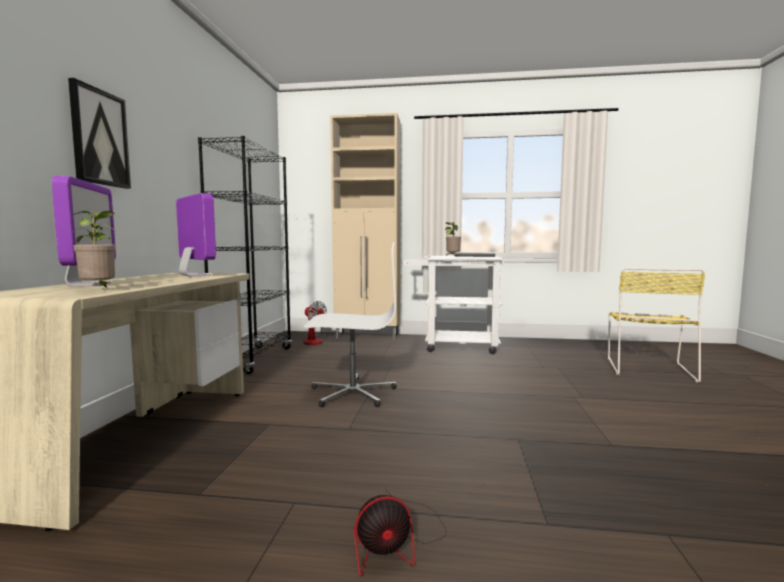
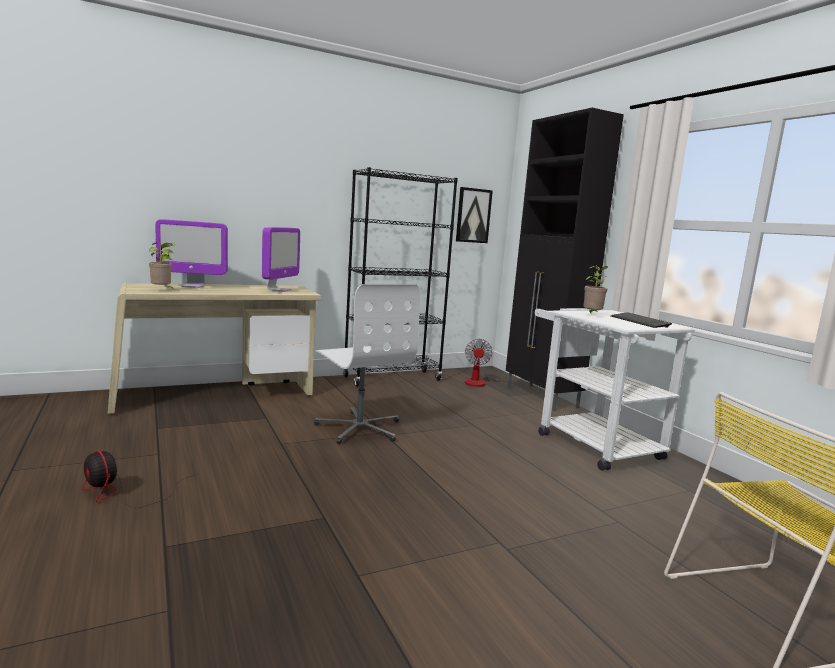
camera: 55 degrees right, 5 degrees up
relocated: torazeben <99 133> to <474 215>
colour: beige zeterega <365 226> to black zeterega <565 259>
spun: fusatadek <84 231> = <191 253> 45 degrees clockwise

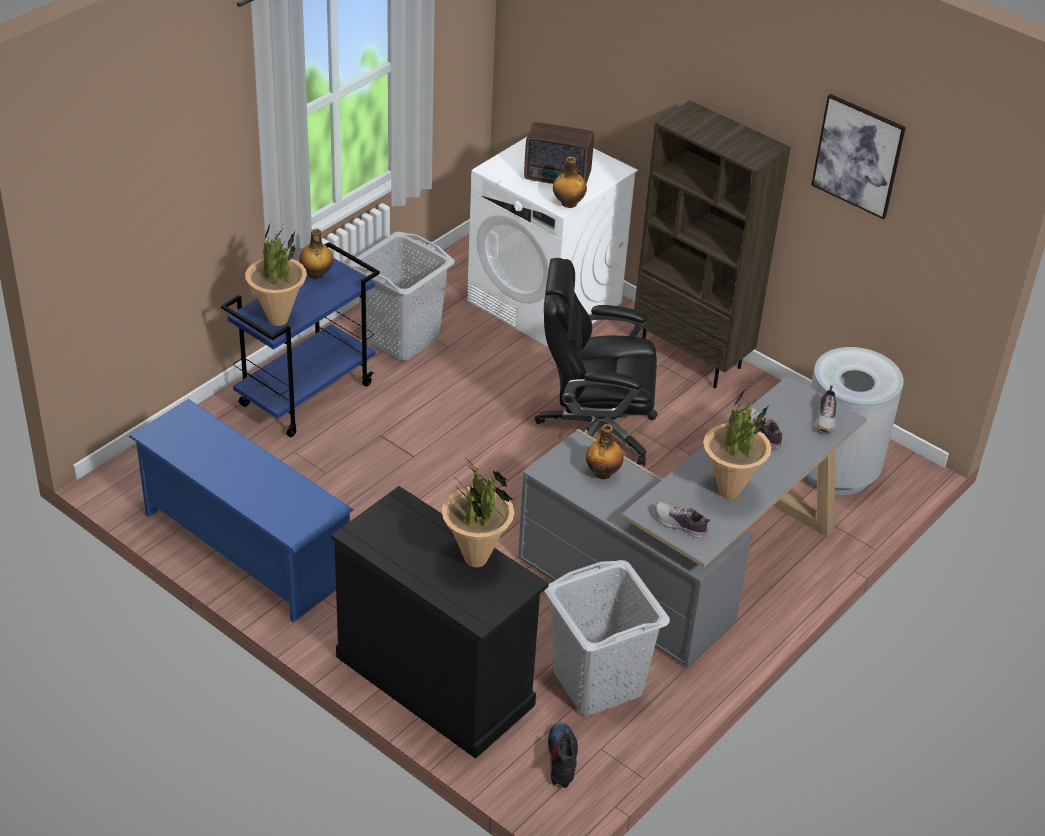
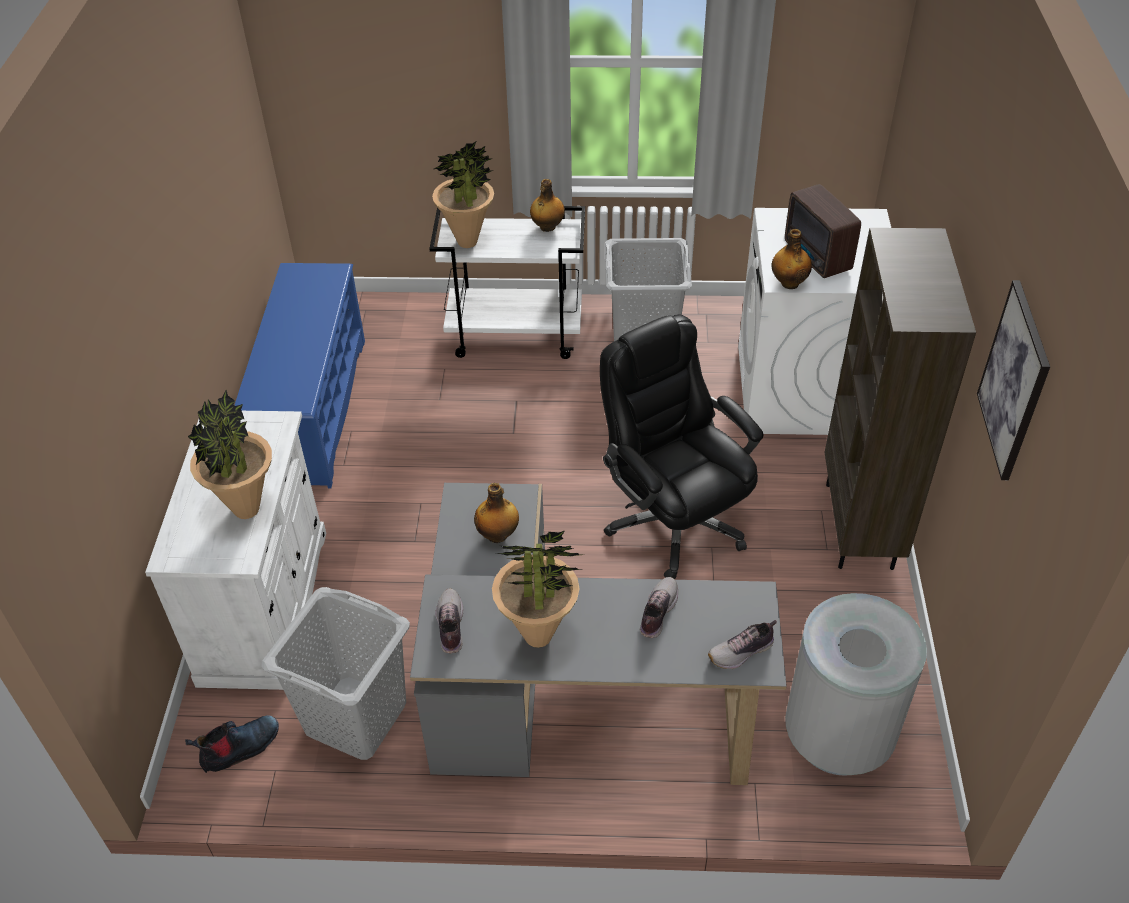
camera: 55 degrees right, 5 degrees up
colour: black zeterega <440 622> to white zeterega <235 550>; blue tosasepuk <300 339> to white tosasepuk <507 282>

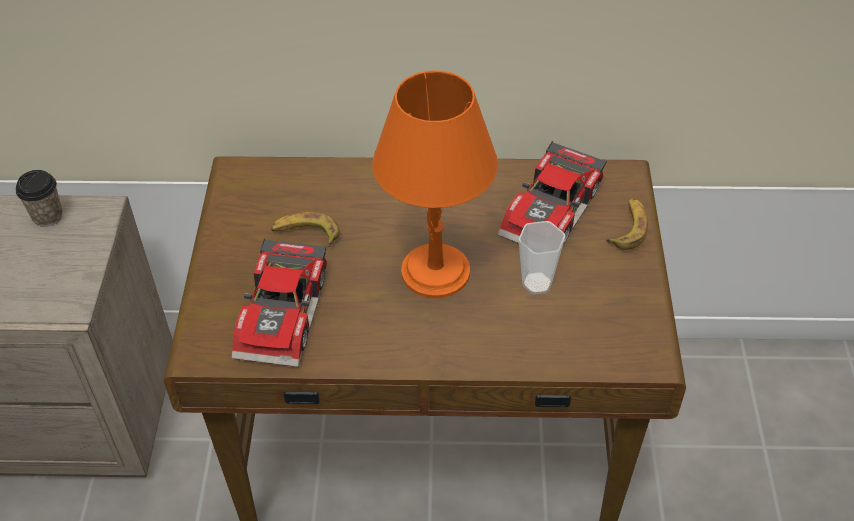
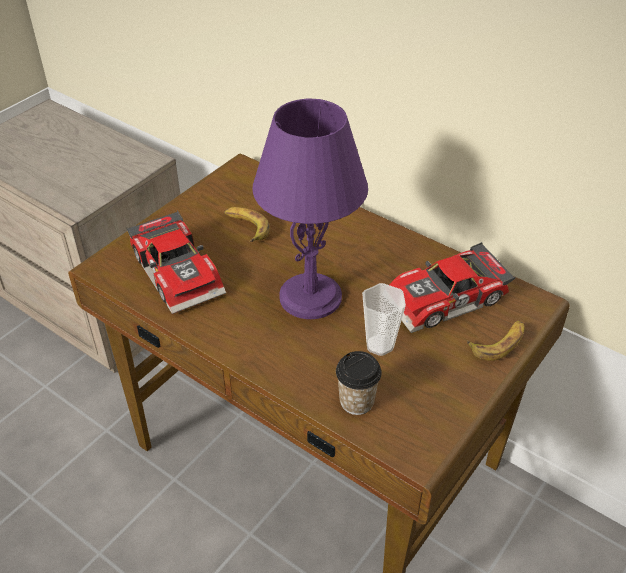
camera: 35 degrees right, 5 degrees down
relocated: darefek <39 198> to <359 383>
colour: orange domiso <435 184> to purple domiso <310 209>
spun: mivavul <279 303> = <176 262> 75 degrees counterclockwise

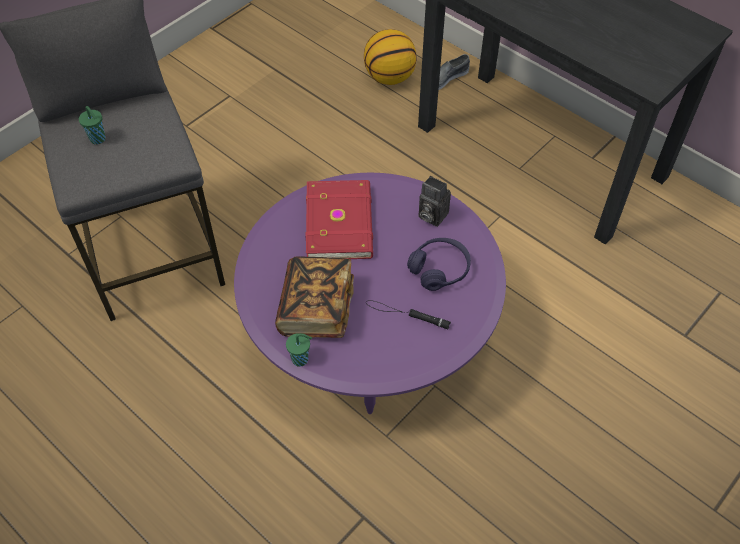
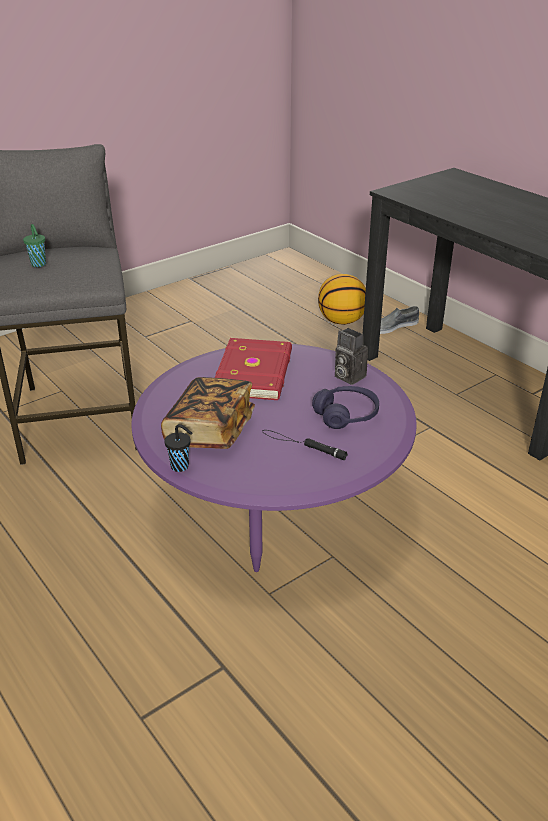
camera: 10 degrees right, 20 degrees down
colour: green darefek <299 350> to black darefek <178 448>

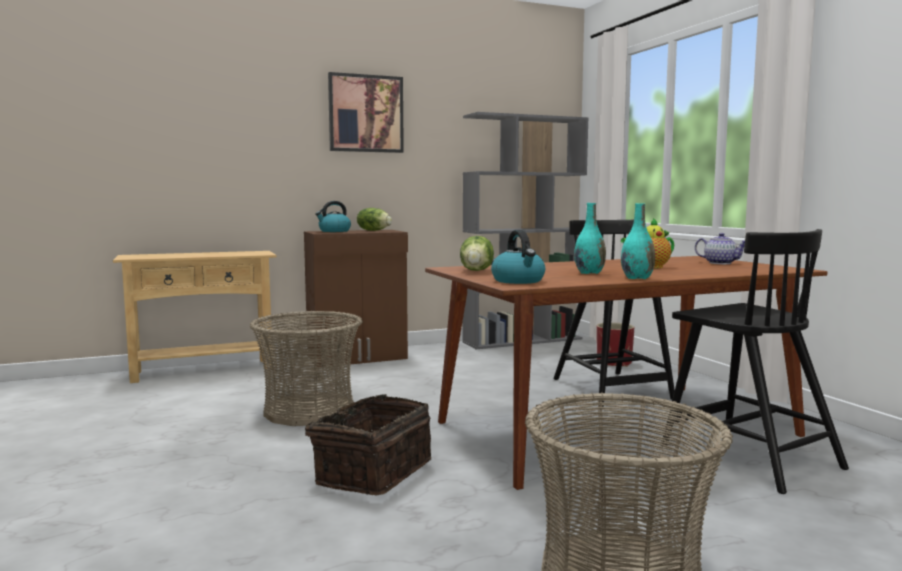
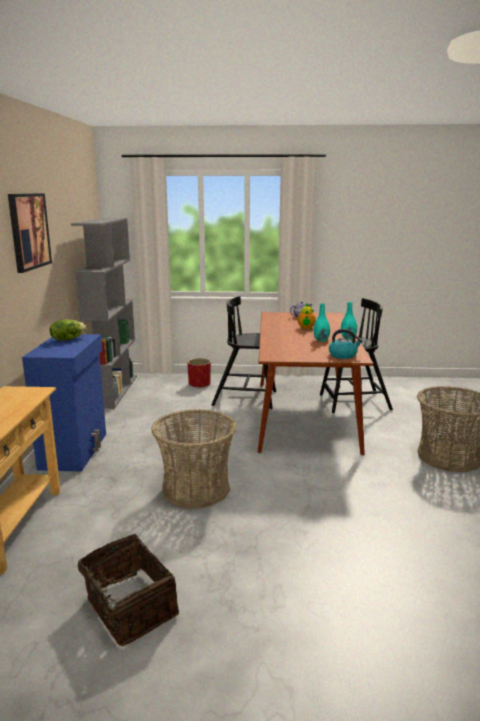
camera: 65 degrees left, 10 degrees up
missing: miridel <333 216>; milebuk <477 253>
relocated: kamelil <363 445> to <128 590>
colour: brown zeterega <356 298> to blue zeterega <64 403>

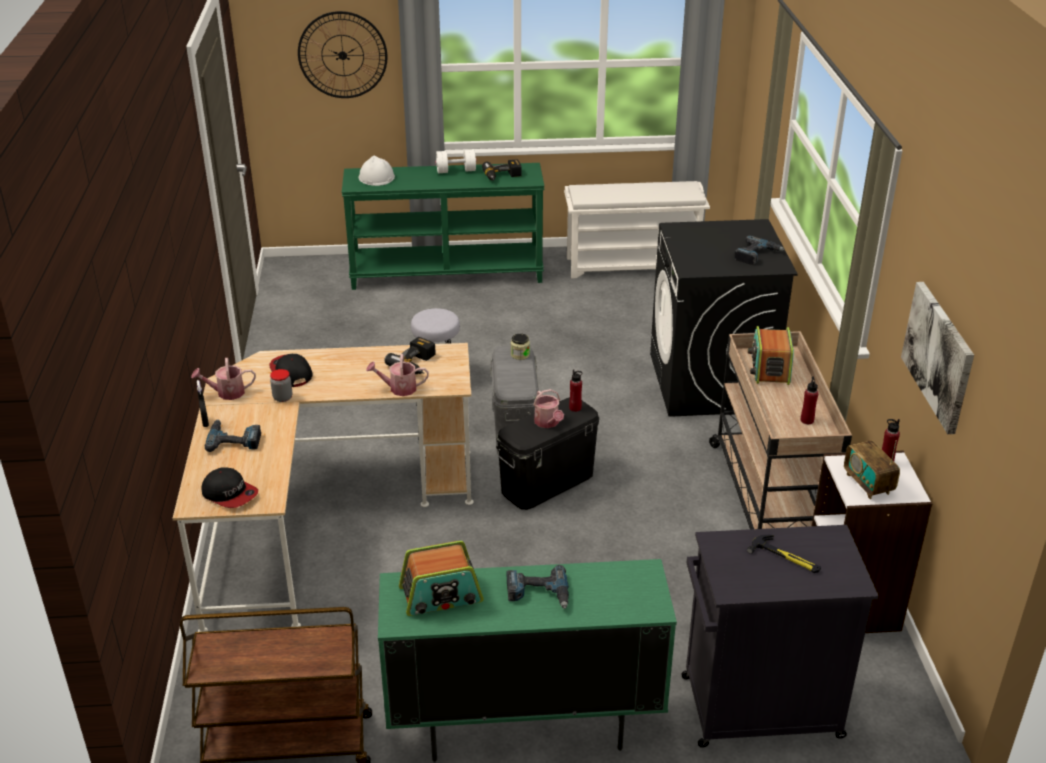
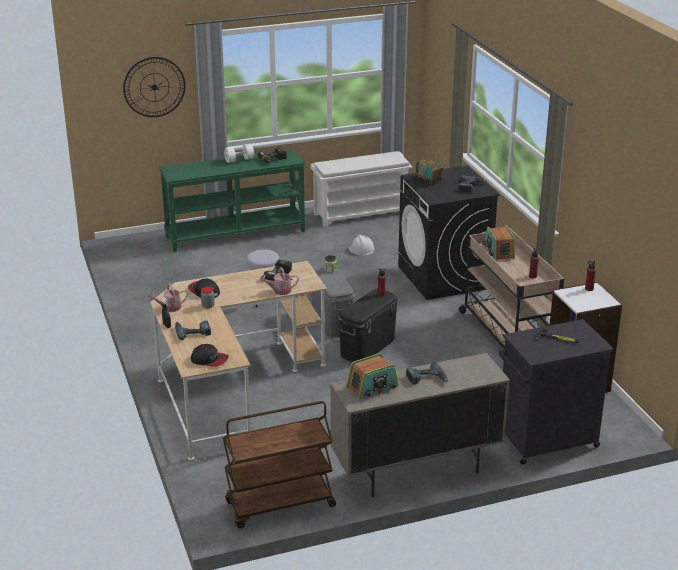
camera: 15 degrees left, 5 degrees down
missing: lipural <548 408>; torazeben <937 358>
relocated: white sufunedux <376 171> to <362 245>; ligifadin <872 469> to <429 172>
colour: green zeterega <527 660> to beige zeterega <420 425>

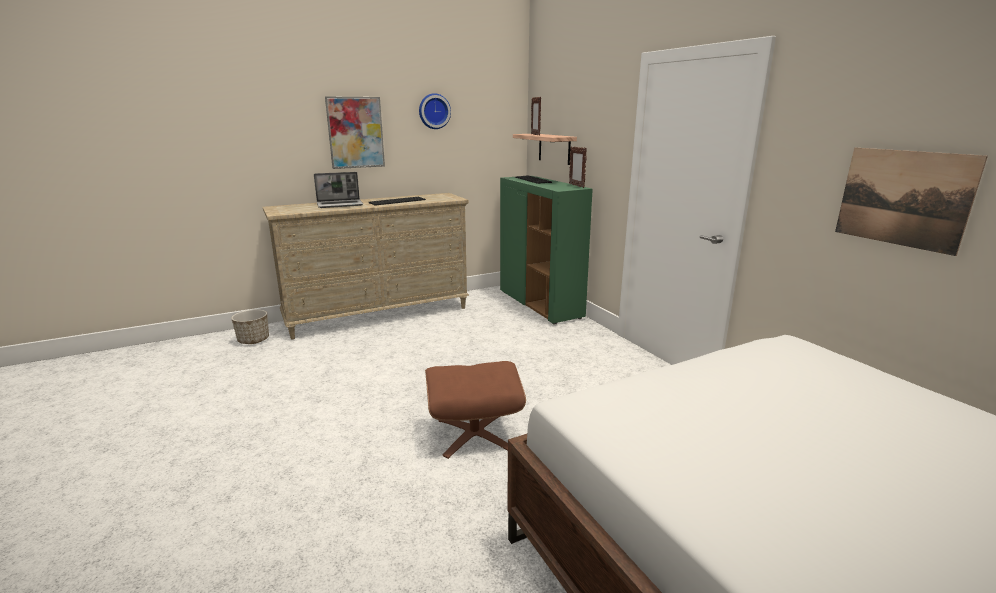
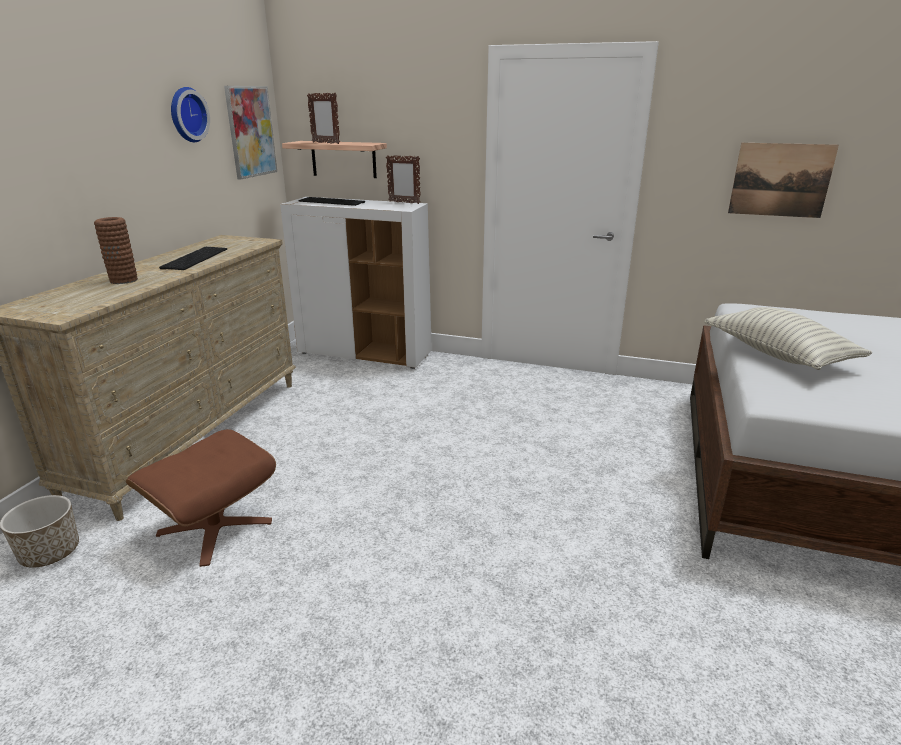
camera: 45 degrees left, 5 degrees up
appeared: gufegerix <788 338>
relocated: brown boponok <475 410> to <201 498>; torazeben <355 132> to <250 133>
exchanged: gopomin <338 190> to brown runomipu <116 250>
colour: green zeterega <546 250> to white zeterega <356 283>

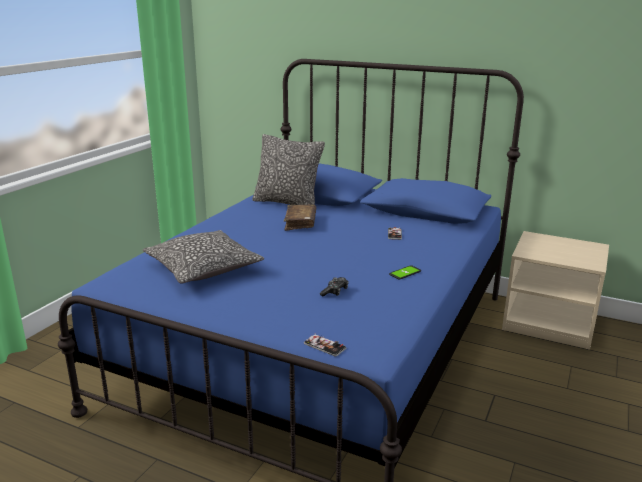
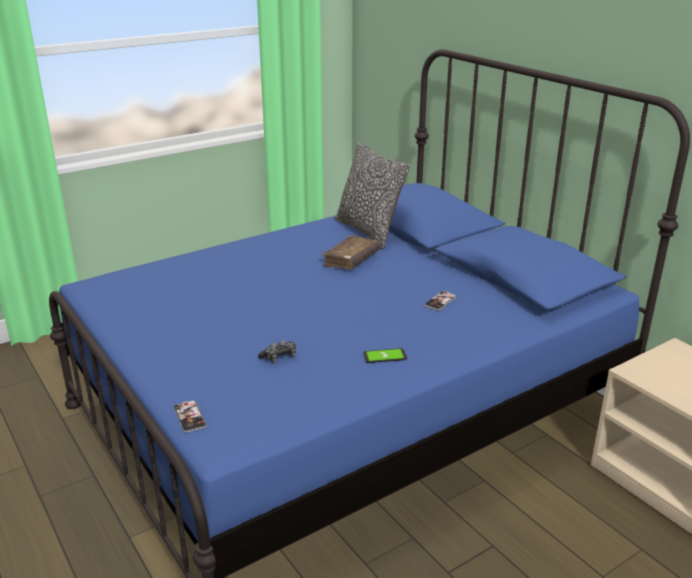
camera: 30 degrees right, 5 degrees up
missing: gufegerix <203 257>

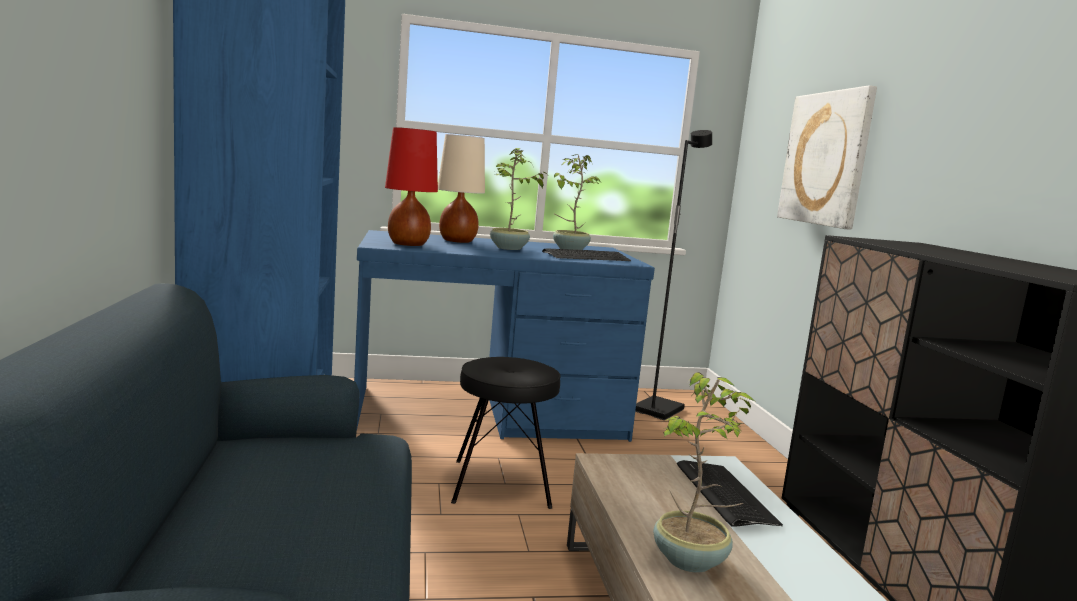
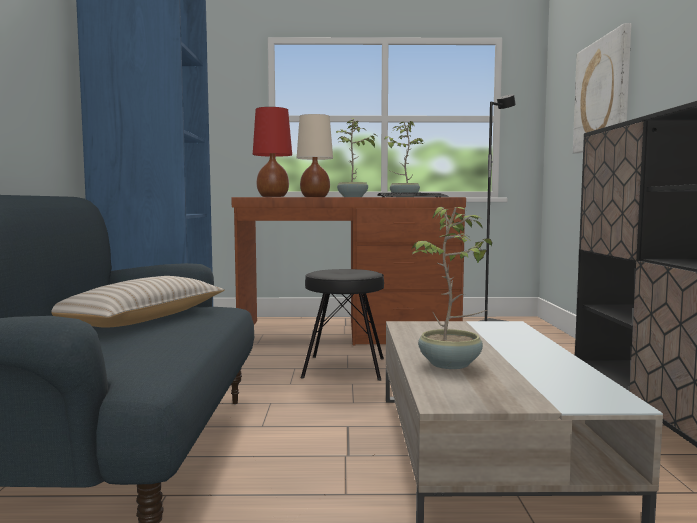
camera: 10 degrees right, 5 degrees down
missing: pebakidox <730 493>
appeared: beige gufegerix <138 302>
colour: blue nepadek <504 336> to brown nepadek <348 271>

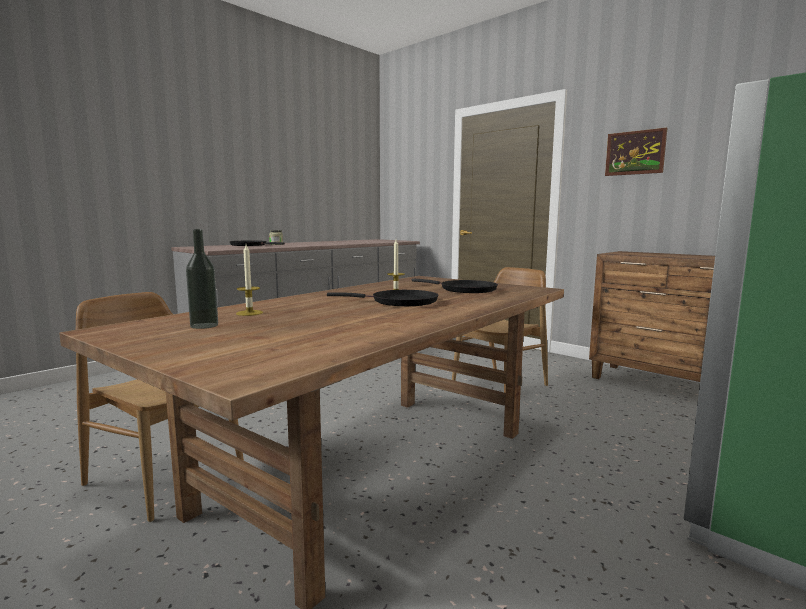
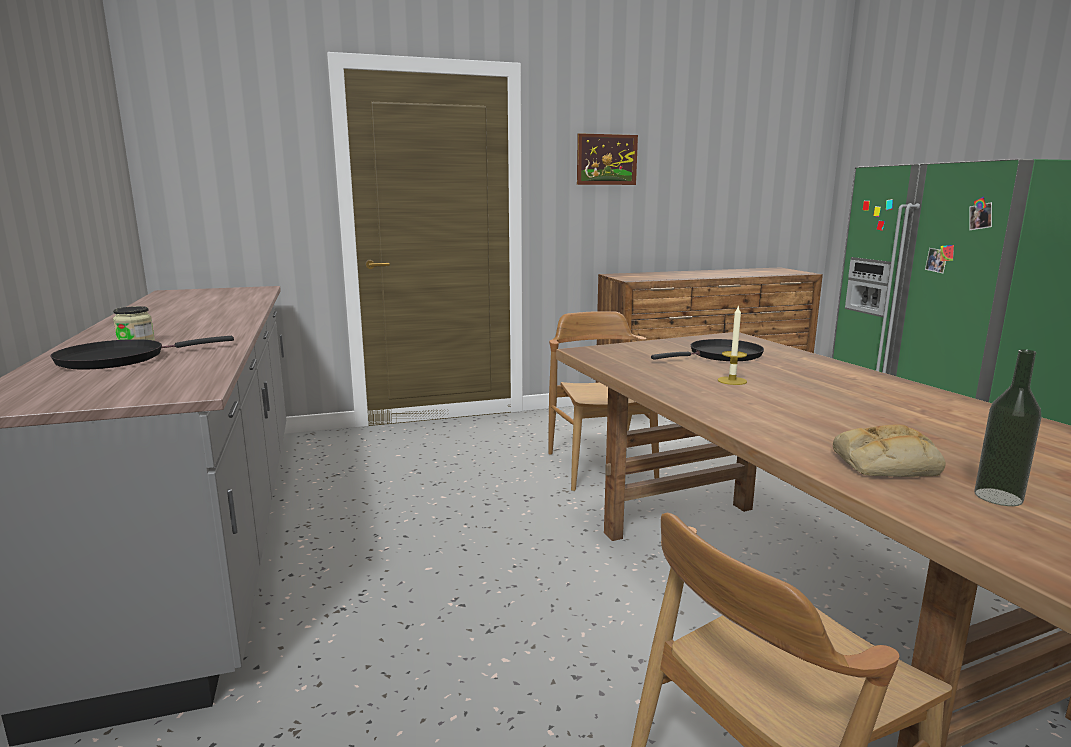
camera: 60 degrees left, 5 degrees up
missing: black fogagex <382 298>
exchanged: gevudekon <249 280> to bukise <889 450>

